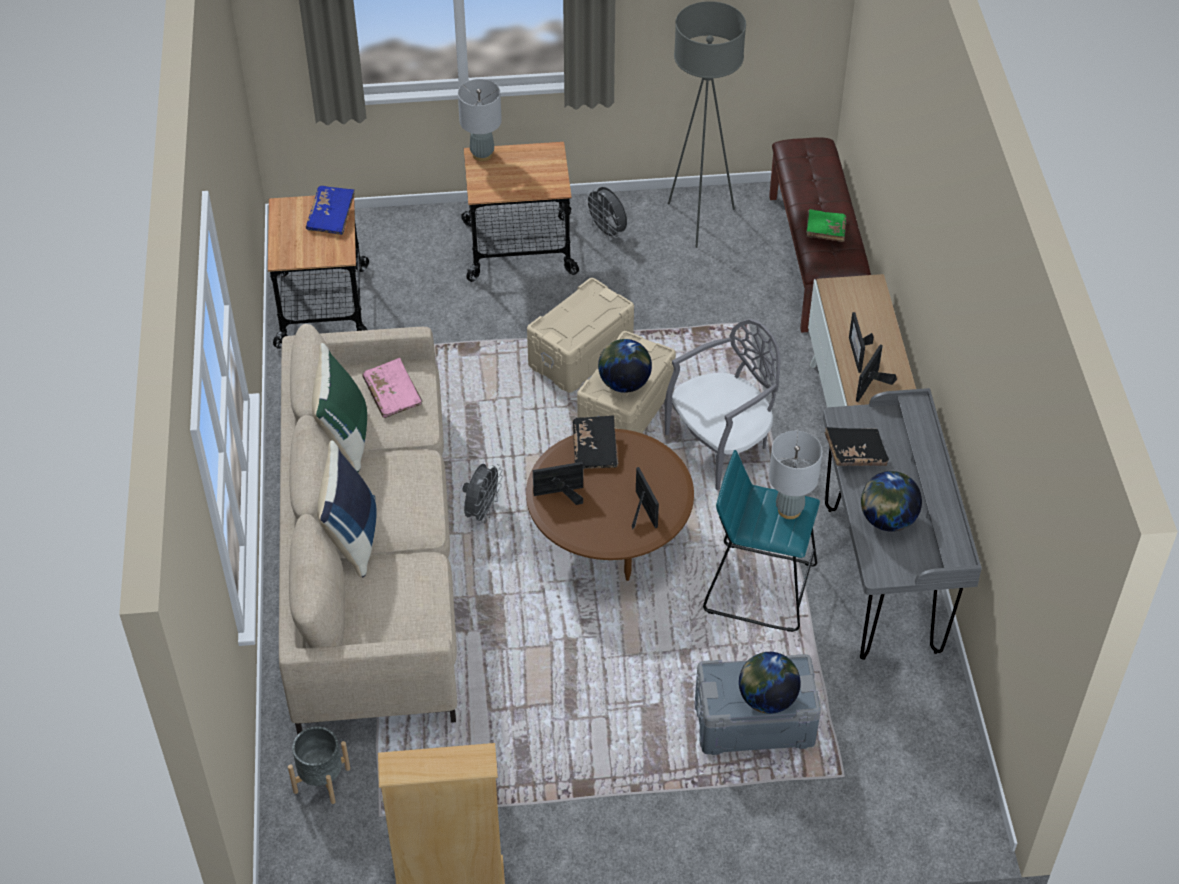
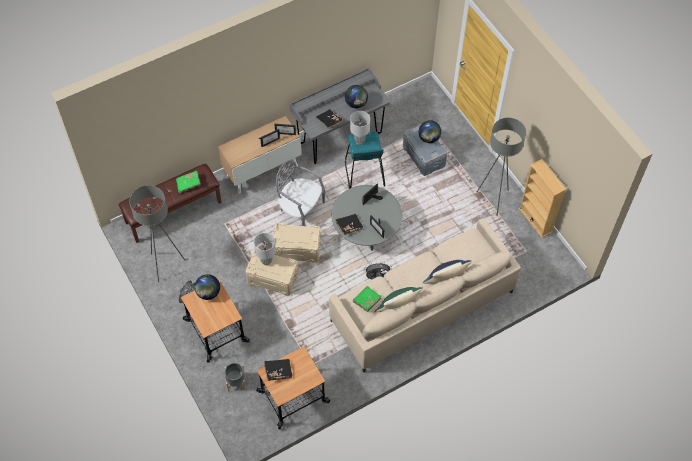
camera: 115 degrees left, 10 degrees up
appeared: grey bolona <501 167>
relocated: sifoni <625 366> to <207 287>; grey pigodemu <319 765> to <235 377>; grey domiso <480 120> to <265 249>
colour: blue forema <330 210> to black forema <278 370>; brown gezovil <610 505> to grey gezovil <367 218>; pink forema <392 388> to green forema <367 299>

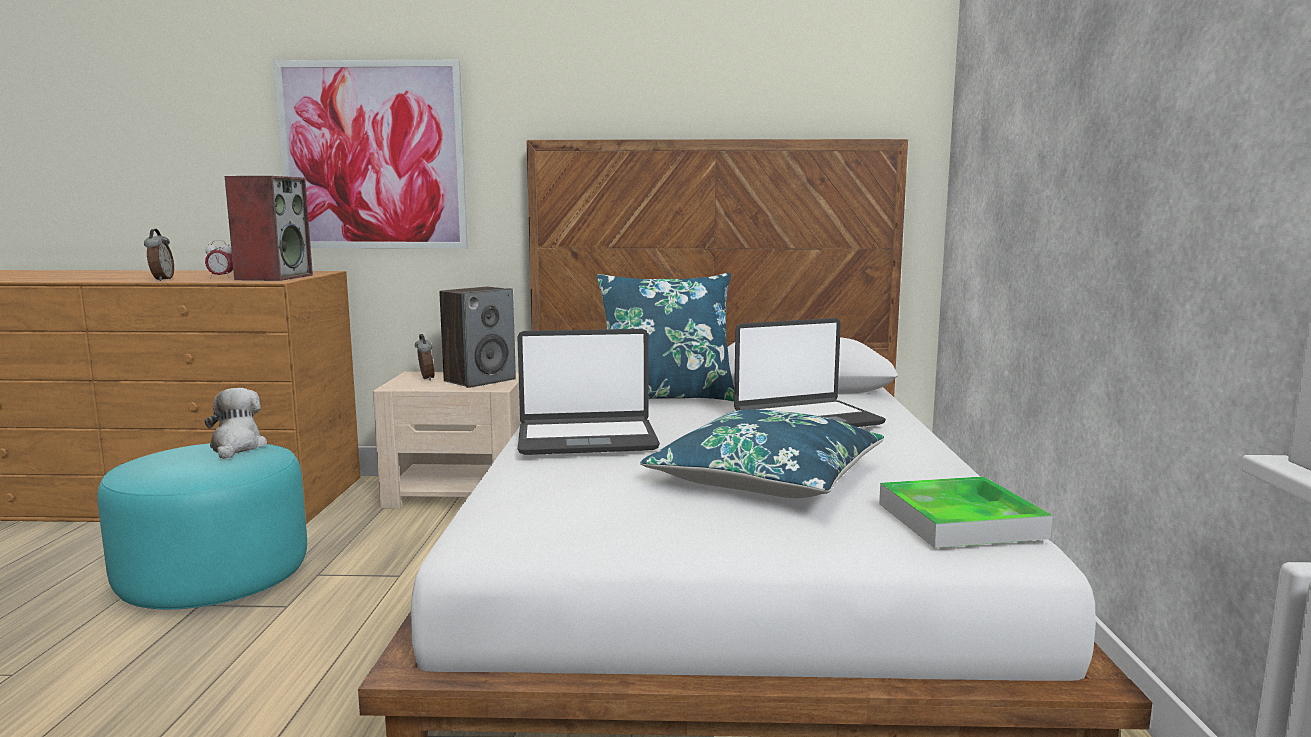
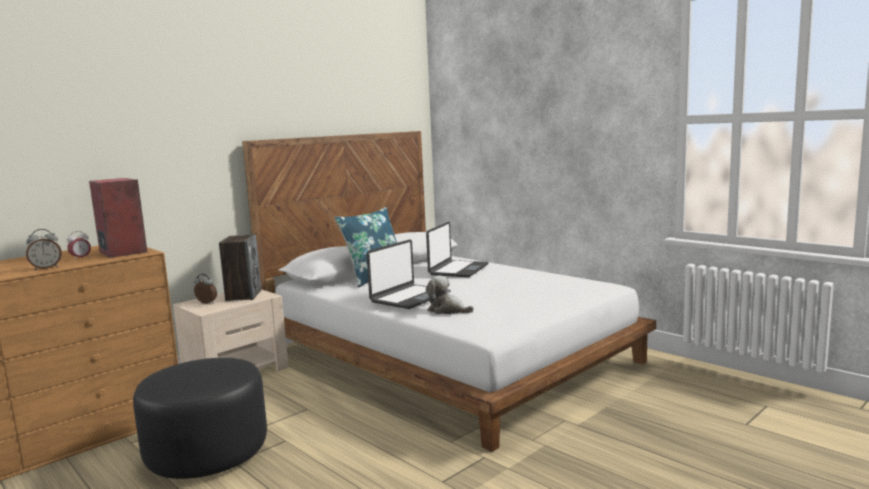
camera: 45 degrees left, 0 degrees up
missing: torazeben <370 154>; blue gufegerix <762 453>; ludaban <966 512>
relocated: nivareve <236 423> to <450 294>
colour: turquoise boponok <202 526> to black boponok <200 418>
spun: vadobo <159 255> = <44 249> 120 degrees clockwise

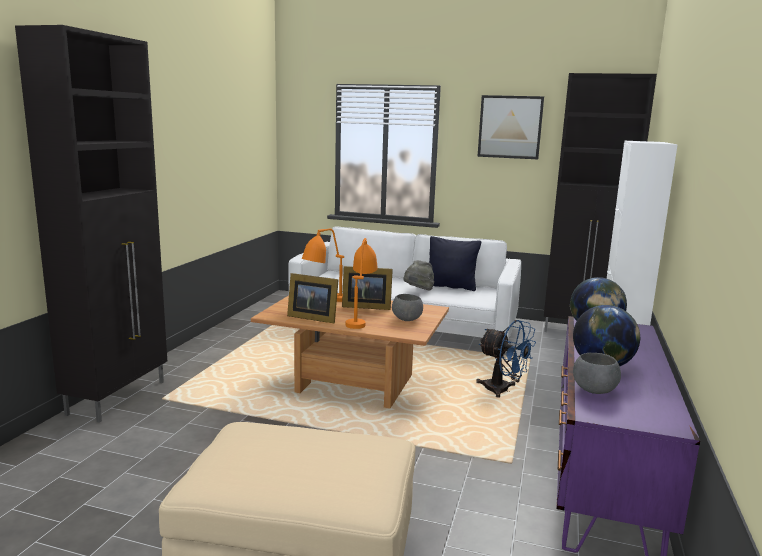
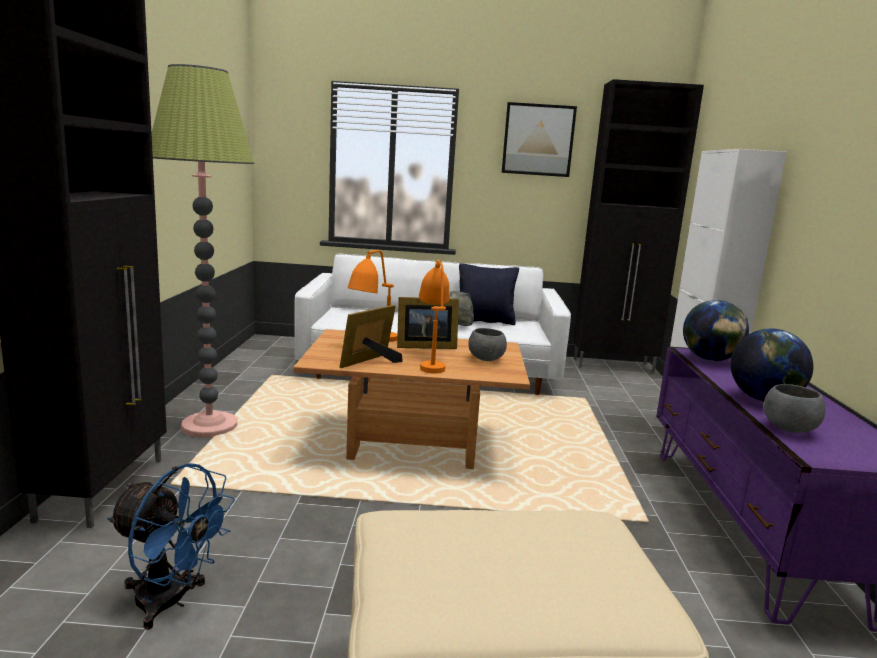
camera: 15 degrees left, 0 degrees up
appeared: bolona <203 251>
relocated: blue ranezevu <506 359> to <171 546>
spun: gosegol <313 298> = <371 336> 120 degrees clockwise

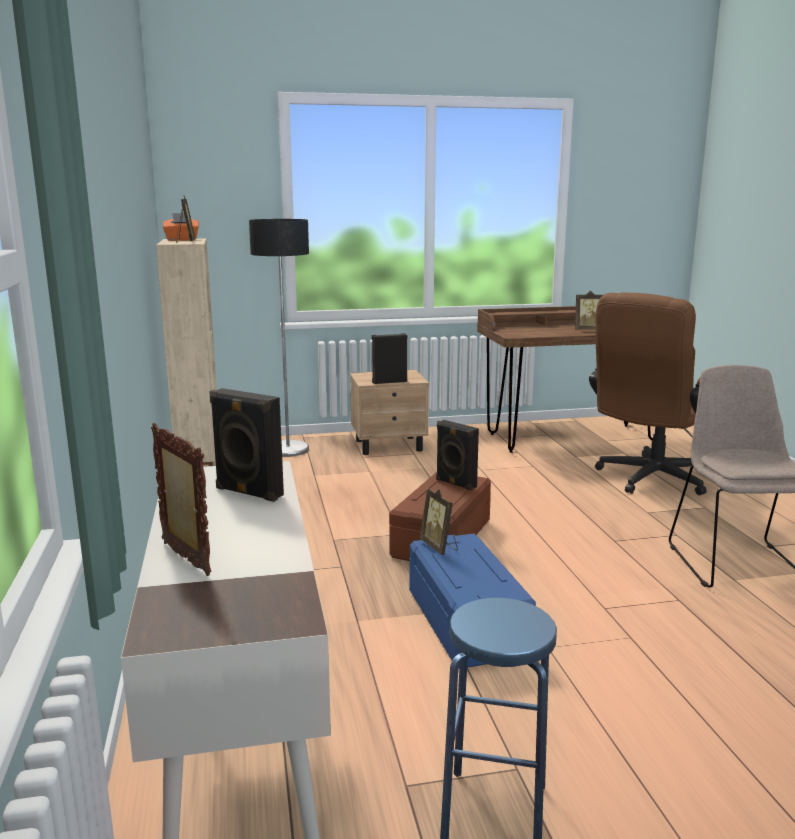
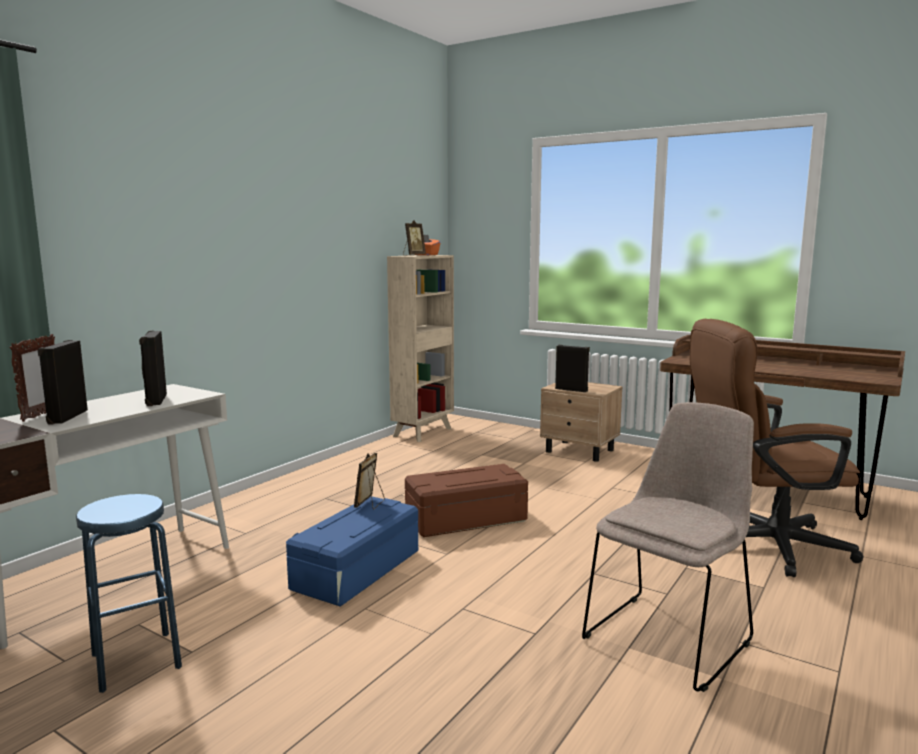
camera: 45 degrees right, 5 degrees down
missing: bolona <279 338>; gosegol <589 310>
relocated: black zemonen <457 455> to <63 382>

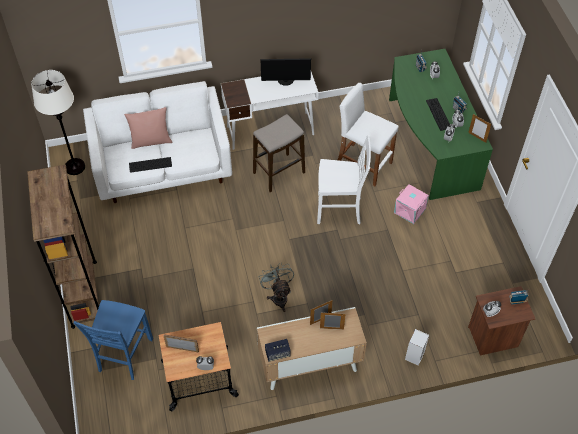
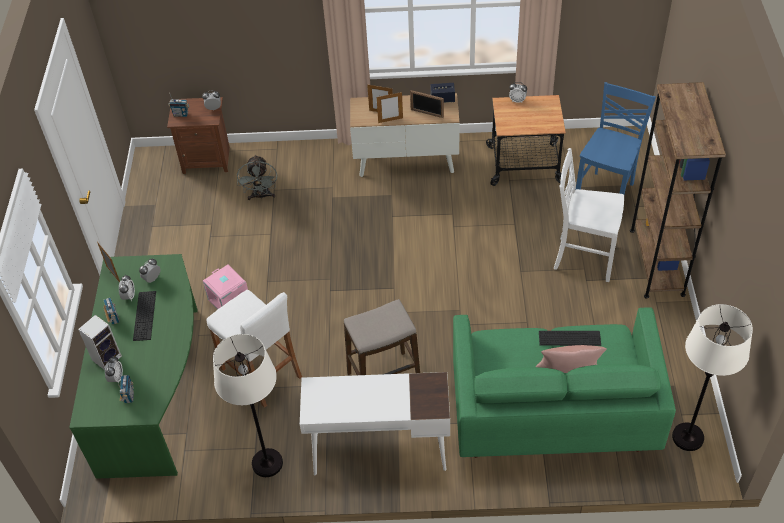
camera: 165 degrees left, 5 degrees down
missing: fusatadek <285 72>
appeared: white bolona <248 405>
relocated: zemonen <417 347> to <100 342>; grey ranezevu <276 287> to <257 177>; gosegol <181 344> to <427 104>; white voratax <344 179> to <589 215>
colour: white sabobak <157 142> to green sabobak <564 382>

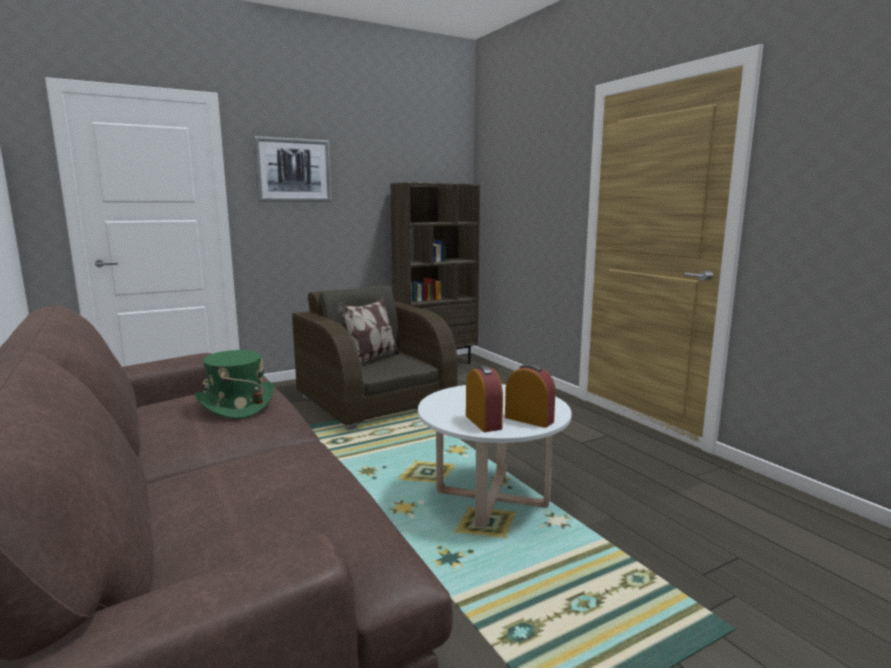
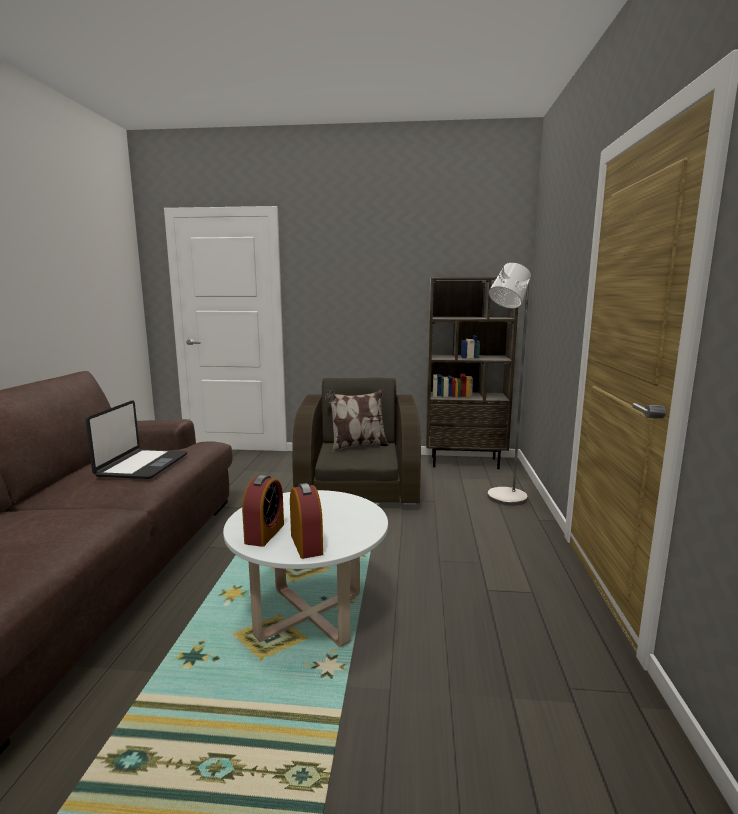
camera: 35 degrees right, 0 degrees up
missing: torazeben <292 169>
appeared: grey bolona <509 384>
exchanged: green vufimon <234 384> to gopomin <136 439>

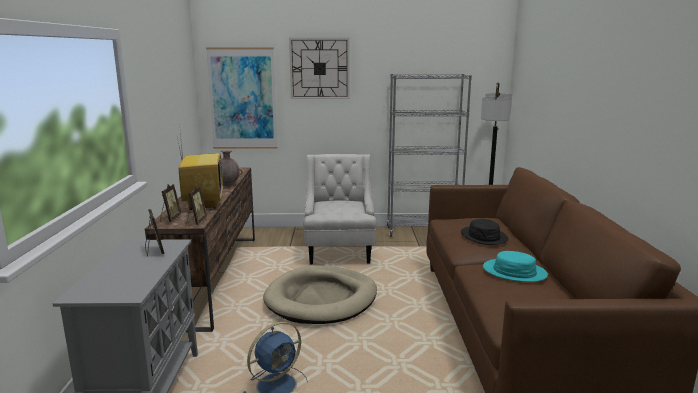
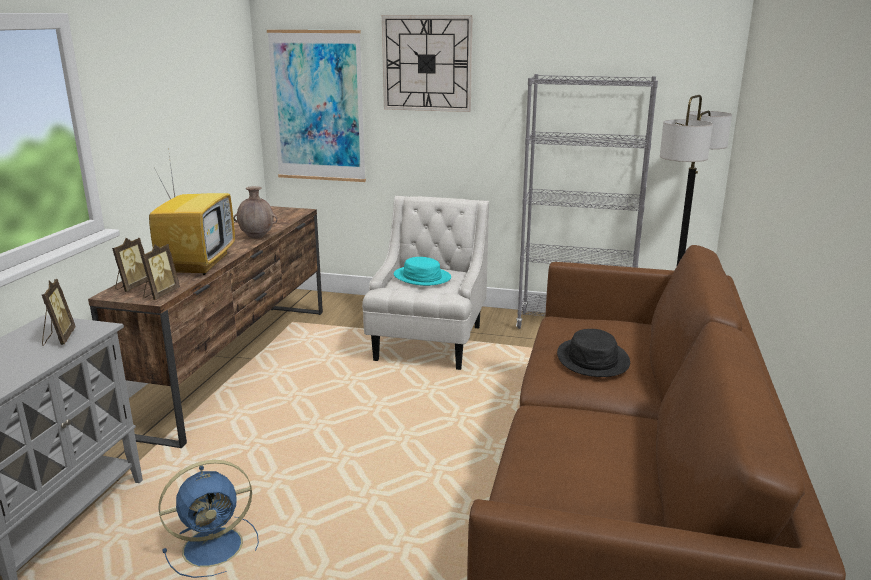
camera: 15 degrees right, 5 degrees up
missing: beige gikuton <320 294>
relocated: turquoise vufimon <515 266> to <422 271>

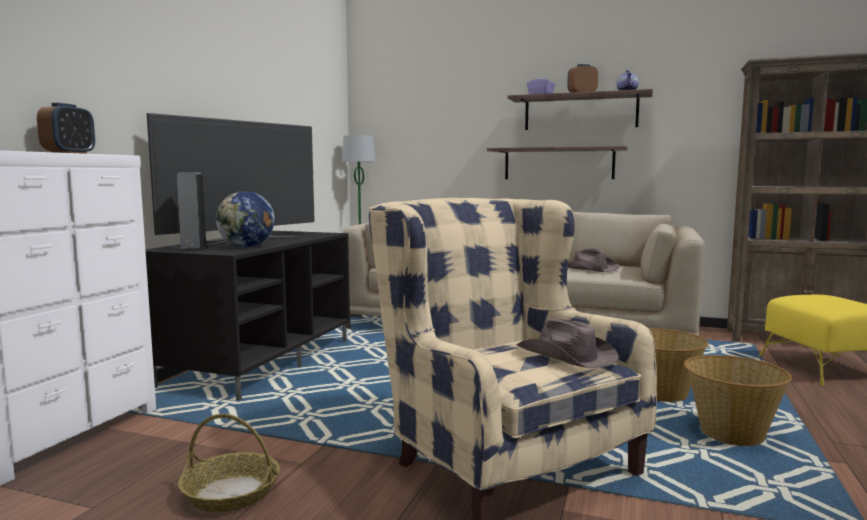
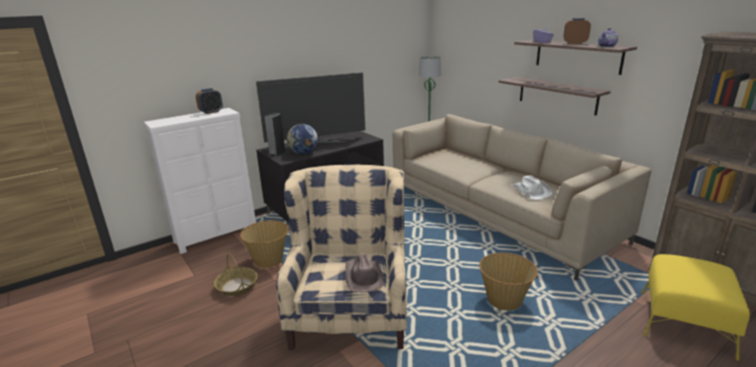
camera: 35 degrees right, 15 degrees up
relocated: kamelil <738 400> to <264 244>
colour: brown vufimon <594 260> to white vufimon <532 187>

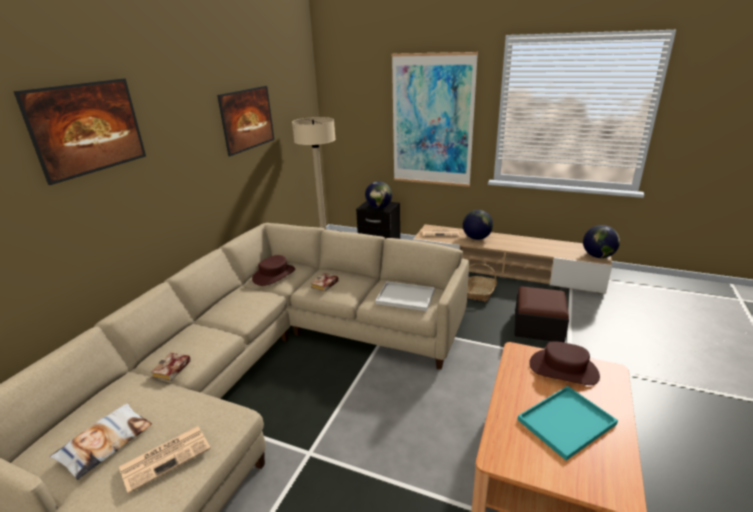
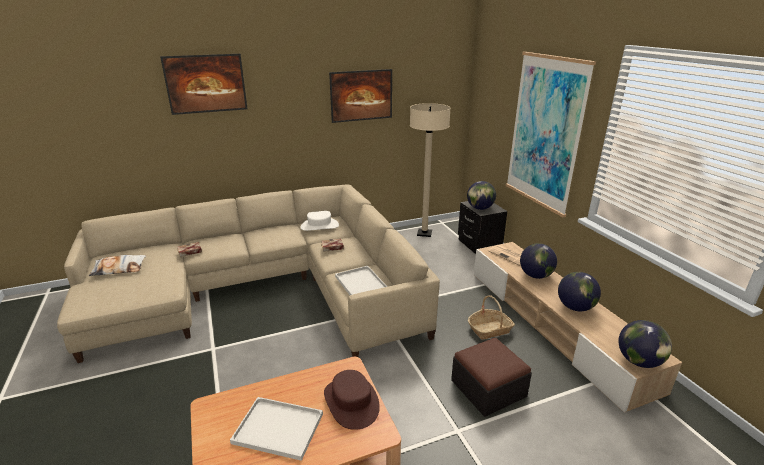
camera: 45 degrees right, 0 degrees up
missing: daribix <165 460>
appeared: sifoni <579 291>
colour: turquoise ludaban <567 423> to white ludaban <276 429>; brown vufimon <273 270> to white vufimon <320 221>

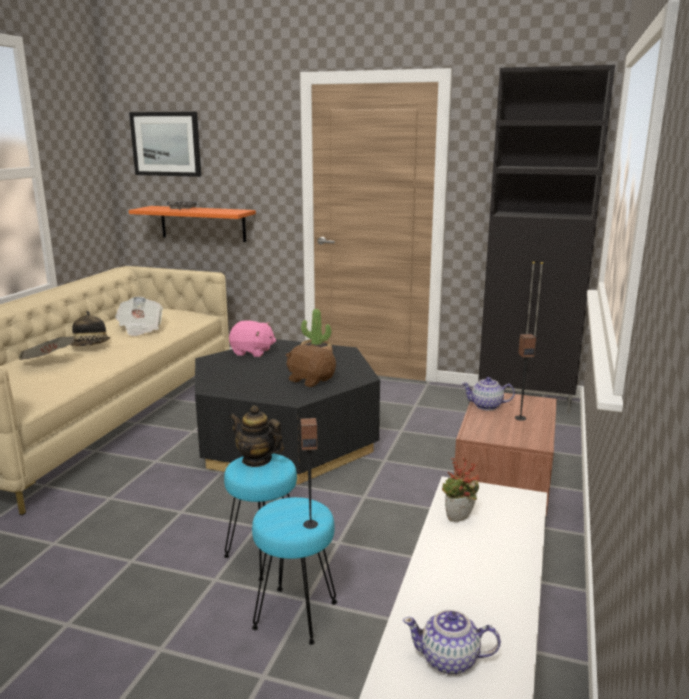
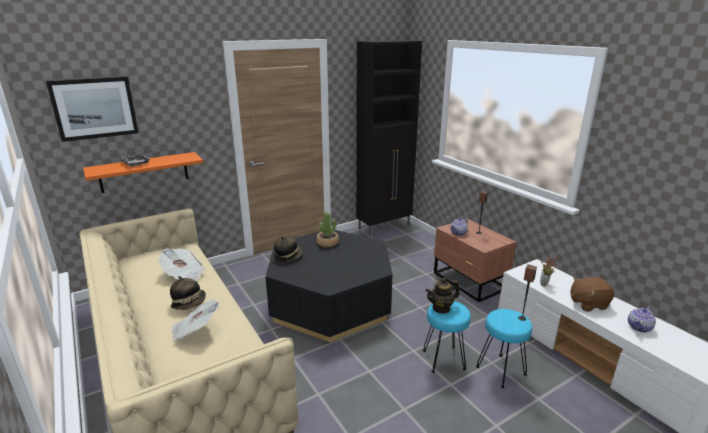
camera: 50 degrees left, 5 degrees up
relocated: brown nivareve <311 365> to <592 294>
exchanged: pink nivareve <252 338> to vufimon <288 249>

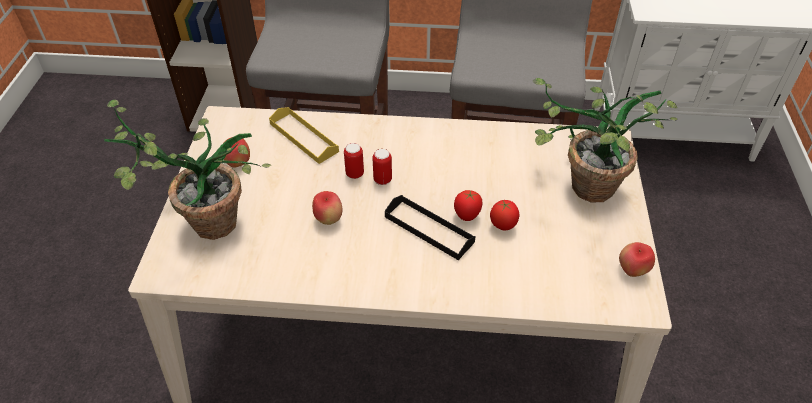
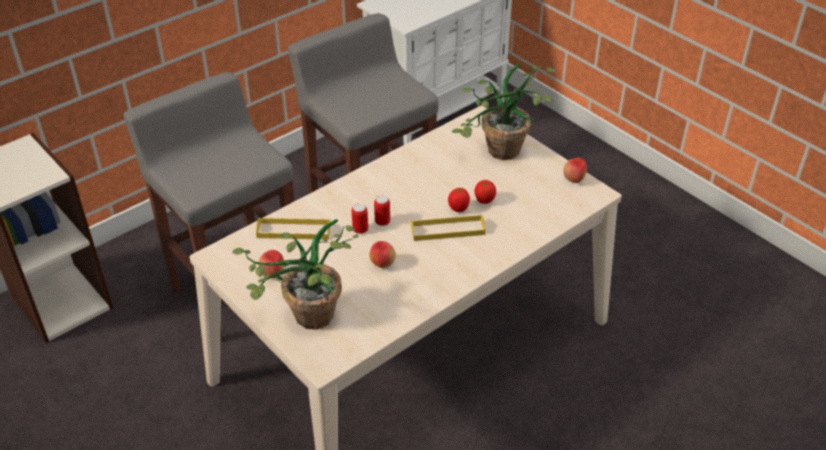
camera: 45 degrees left, 5 degrees down
colour: black ludaban <430 227> to yellow ludaban <448 227>

